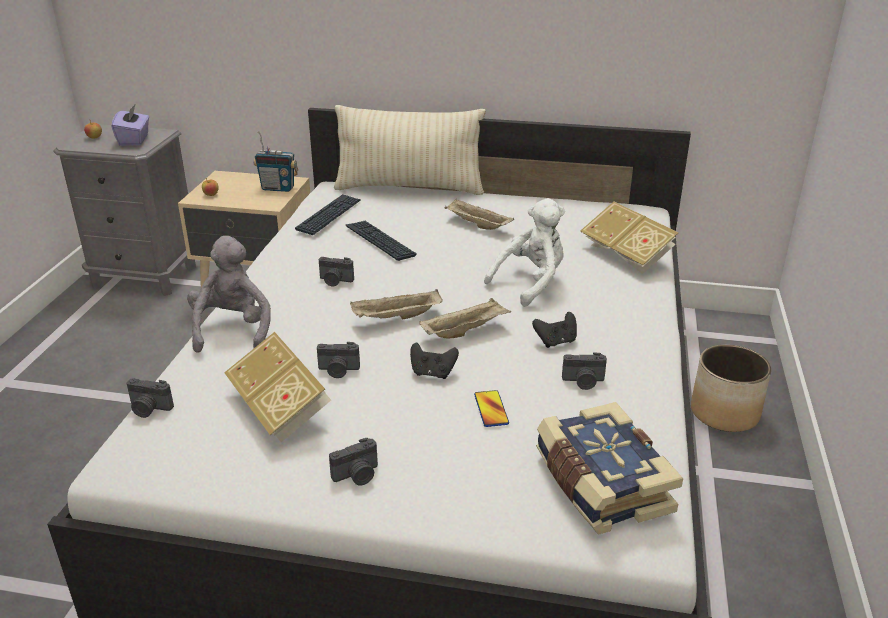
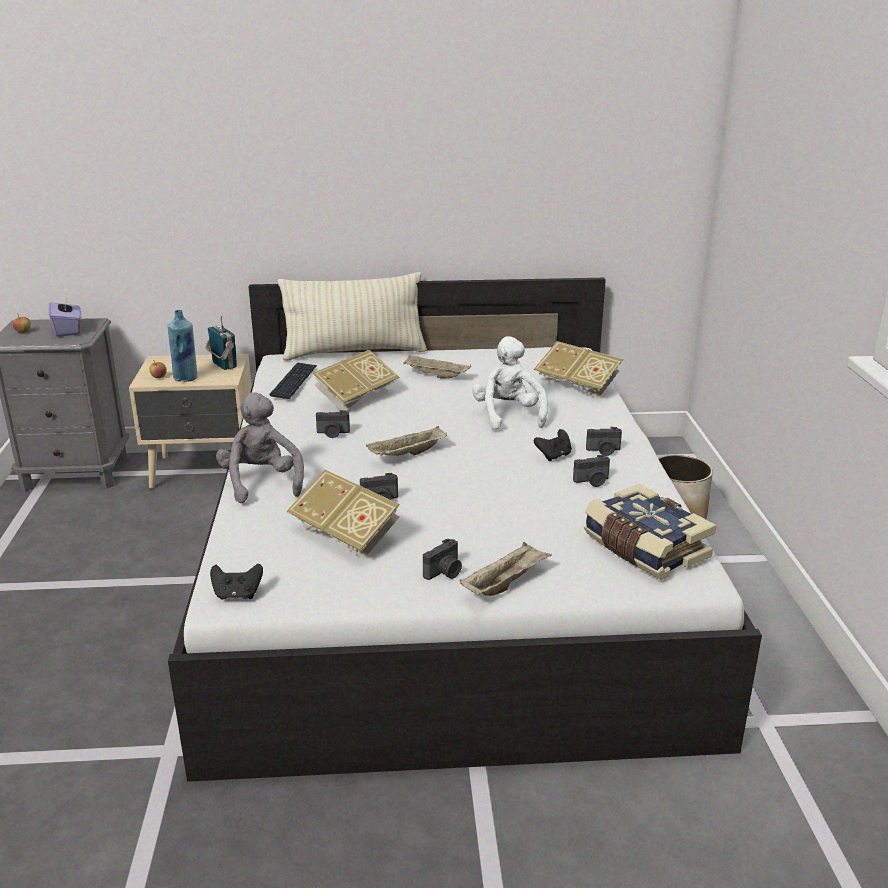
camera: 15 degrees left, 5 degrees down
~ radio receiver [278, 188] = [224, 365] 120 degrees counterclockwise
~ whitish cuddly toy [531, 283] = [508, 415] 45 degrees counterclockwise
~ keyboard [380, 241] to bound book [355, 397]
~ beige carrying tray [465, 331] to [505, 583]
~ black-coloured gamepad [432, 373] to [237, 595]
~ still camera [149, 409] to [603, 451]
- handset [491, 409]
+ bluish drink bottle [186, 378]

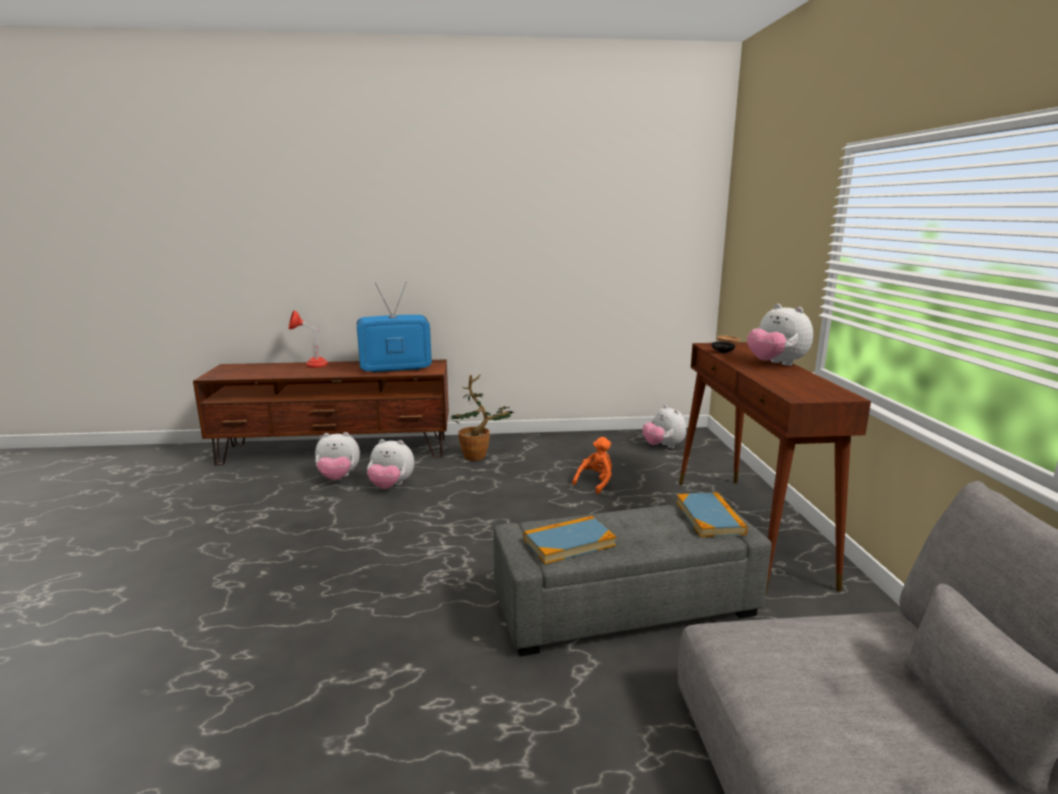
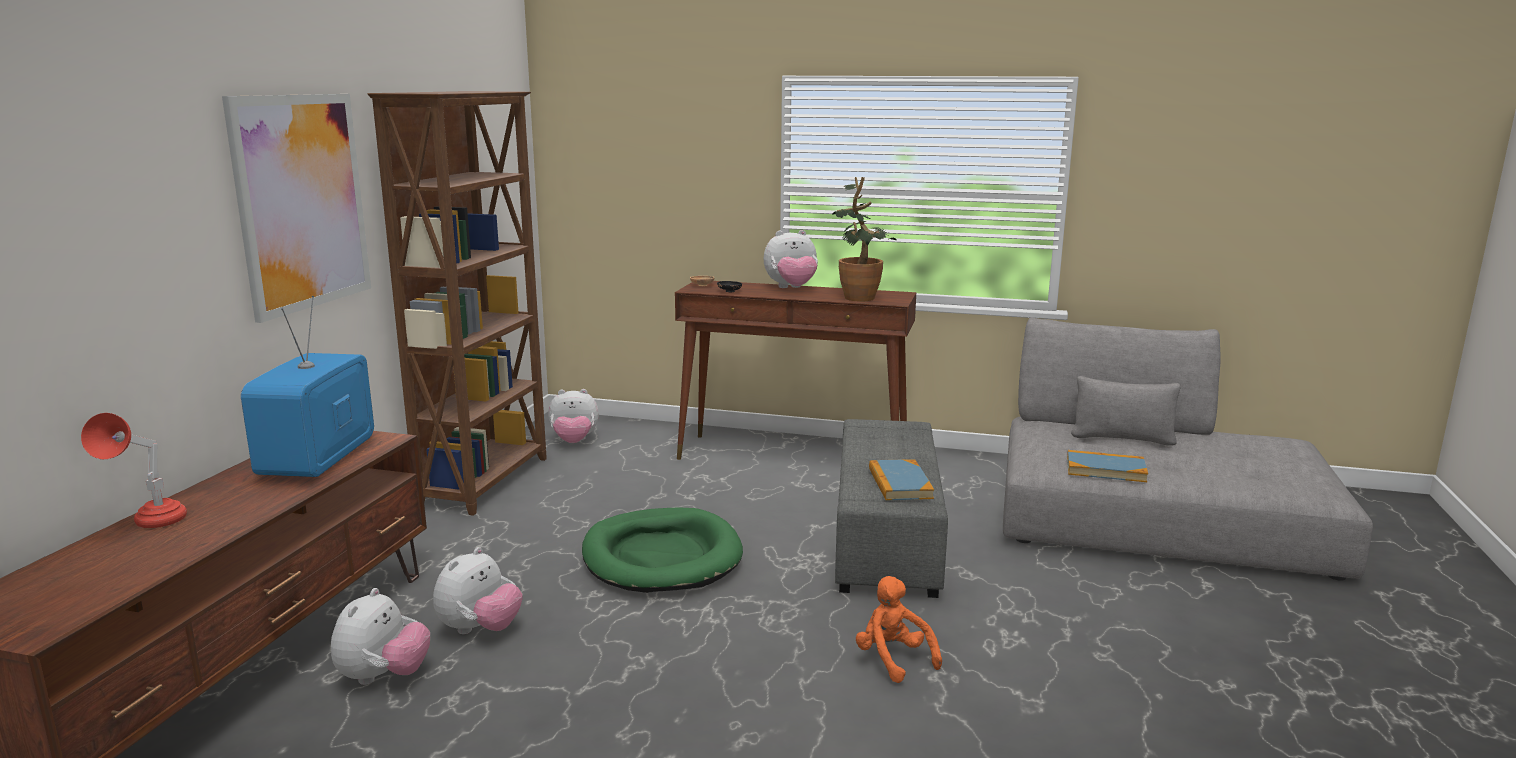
camera: 70 degrees left, 0 degrees up
~ plant in a pot [480, 456] to [860, 296]
~ orange-coloured cuddly toy [596, 483] to [893, 659]
~ bound book [709, 517] to [1105, 469]
+ brown-coloured bookshelf [487, 481]
+ wall art [301, 202]
+ green pet bed [662, 557]

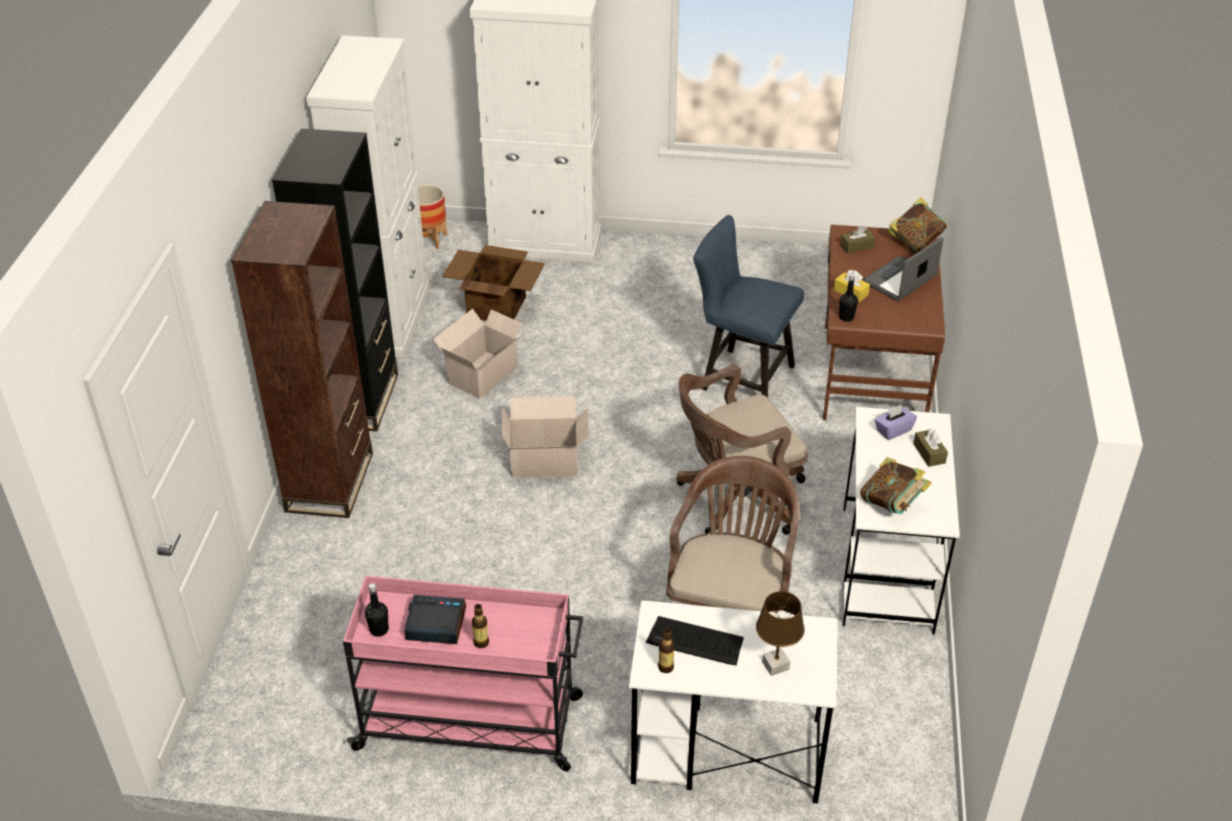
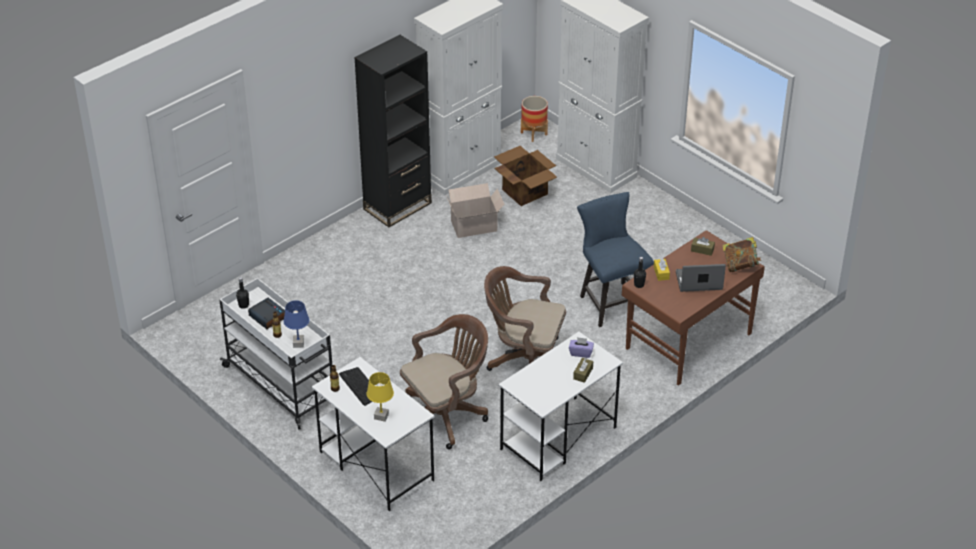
camera: 40 degrees right, 0 degrees up
- brown-coloured bookshelf [330, 482]
- packing box [546, 461]
- bound book [892, 504]
~ pink cart [472, 723] to whitish cart [282, 386]
~ brown-coloured tabletop lamp [775, 666] to yellow-coloured tabletop lamp [381, 416]
+ bluish tabletop lamp [298, 343]

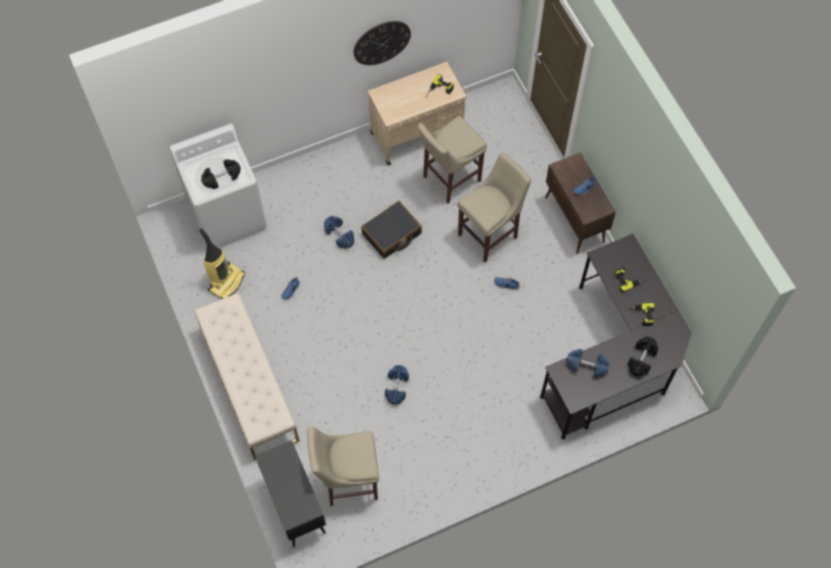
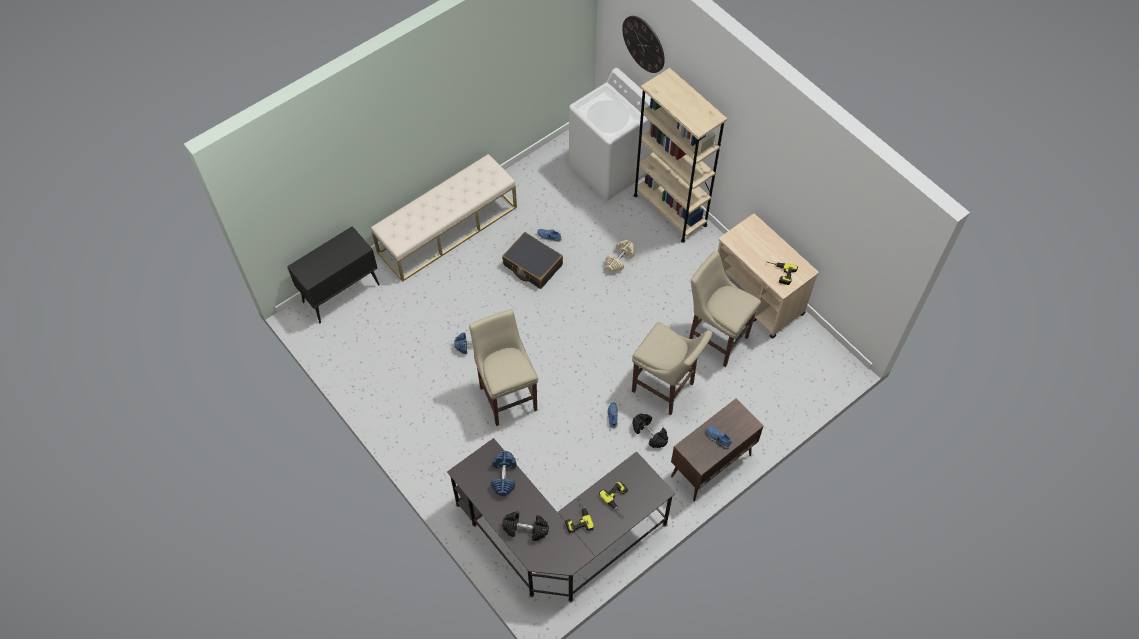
camera: 75 degrees right, 5 degrees down
~ hanging clock [381, 42] to [643, 44]
~ black-coloured hand weight [222, 177] to [650, 434]
~ black-coloured piece of luggage [391, 234] to [532, 265]
~ bluish hand weight [339, 235] to beige hand weight [619, 260]
- hoover [226, 282]
~ beige sitting stool [347, 481] to [507, 396]
+ beige bookshelf [670, 210]

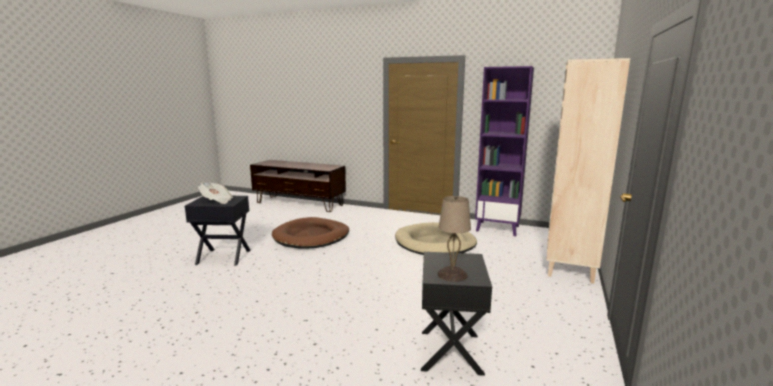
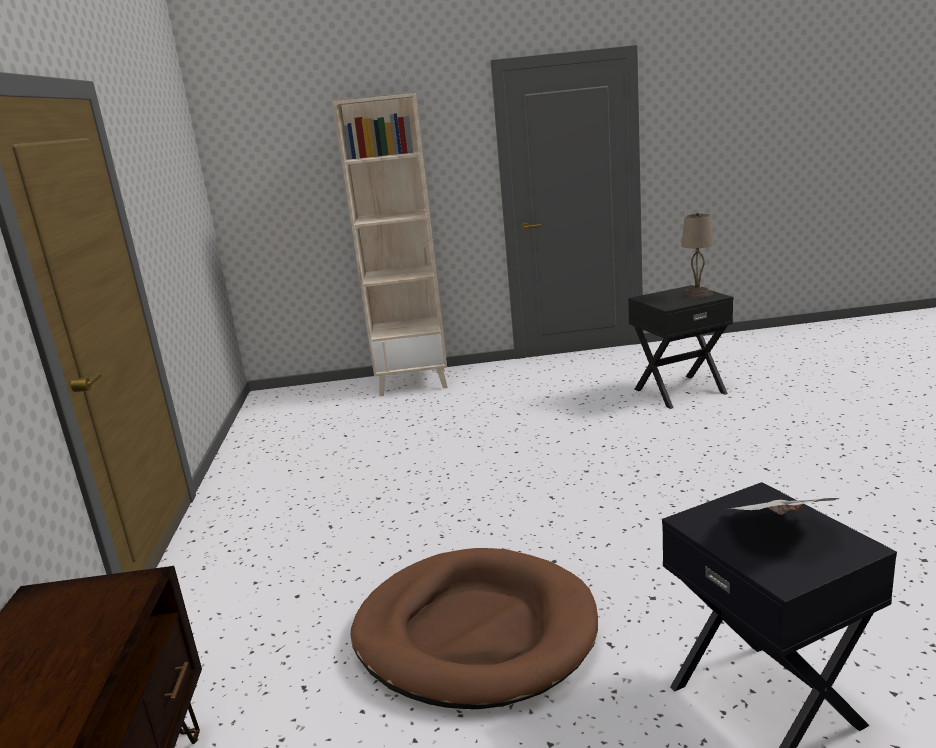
camera: 115 degrees left, 5 degrees up
- purple bookshelf [498, 228]
- beige pet bed [435, 243]

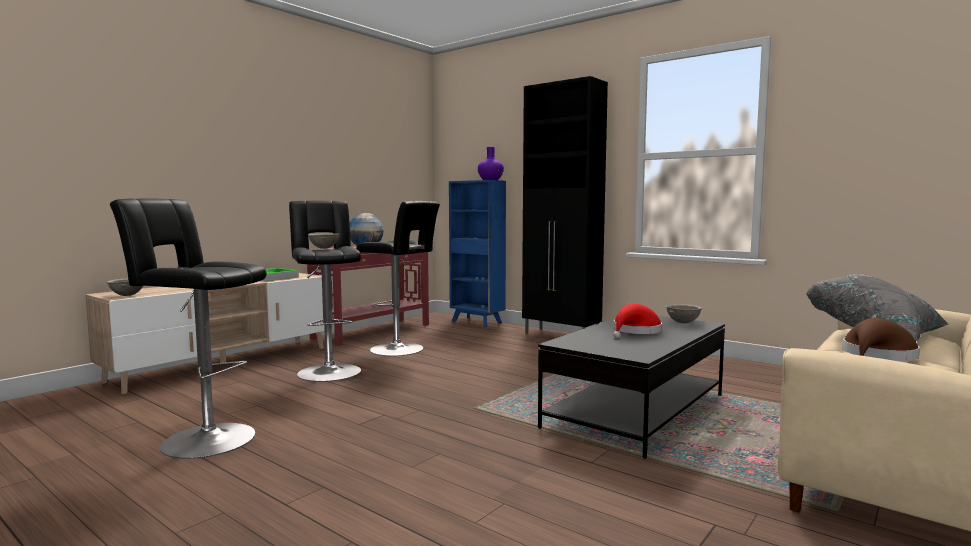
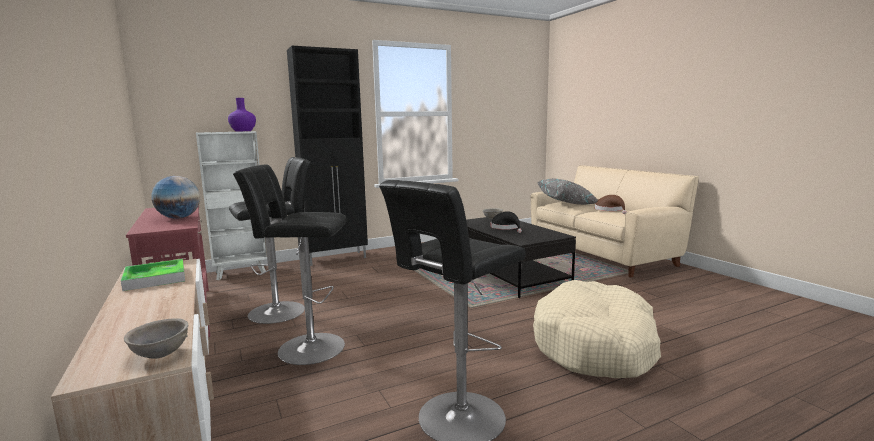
camera: 65 degrees left, 5 degrees up
~ bluish bookshelf [477, 322] to whitish bookshelf [242, 272]
- gray deep dish [324, 248]
~ reddish clothing hat [635, 332] to black-coloured clothing hat [506, 228]
+ beige pet bed [595, 345]

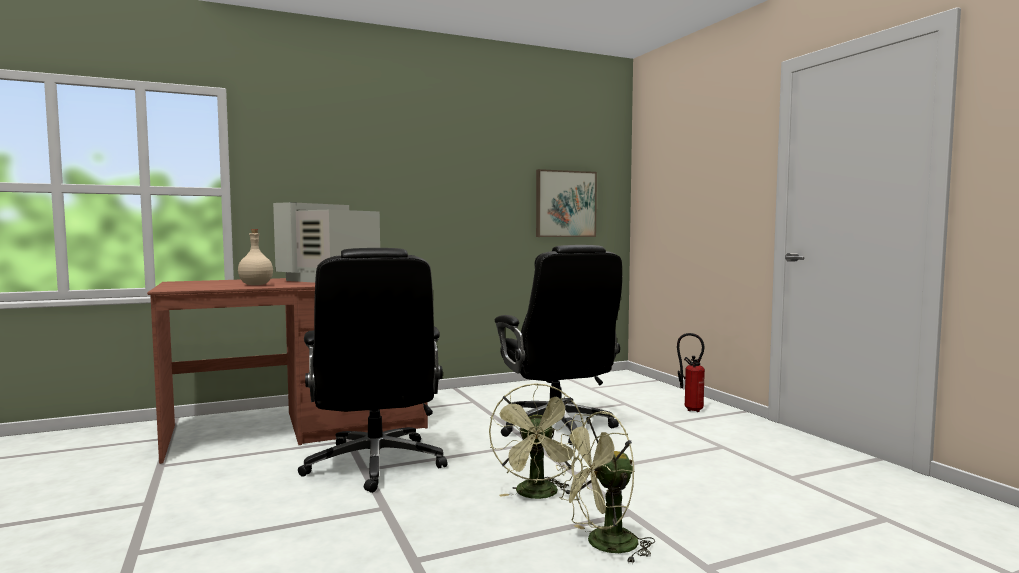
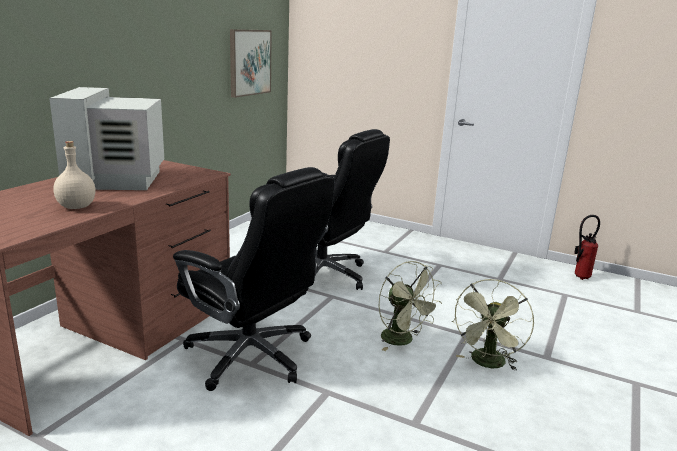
camera: 40 degrees left, 15 degrees up
~ fire extinguisher [690, 409] to [579, 277]

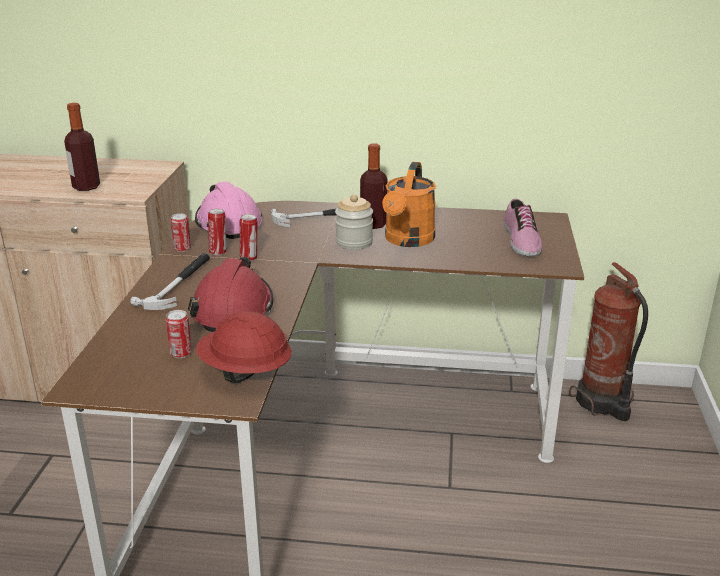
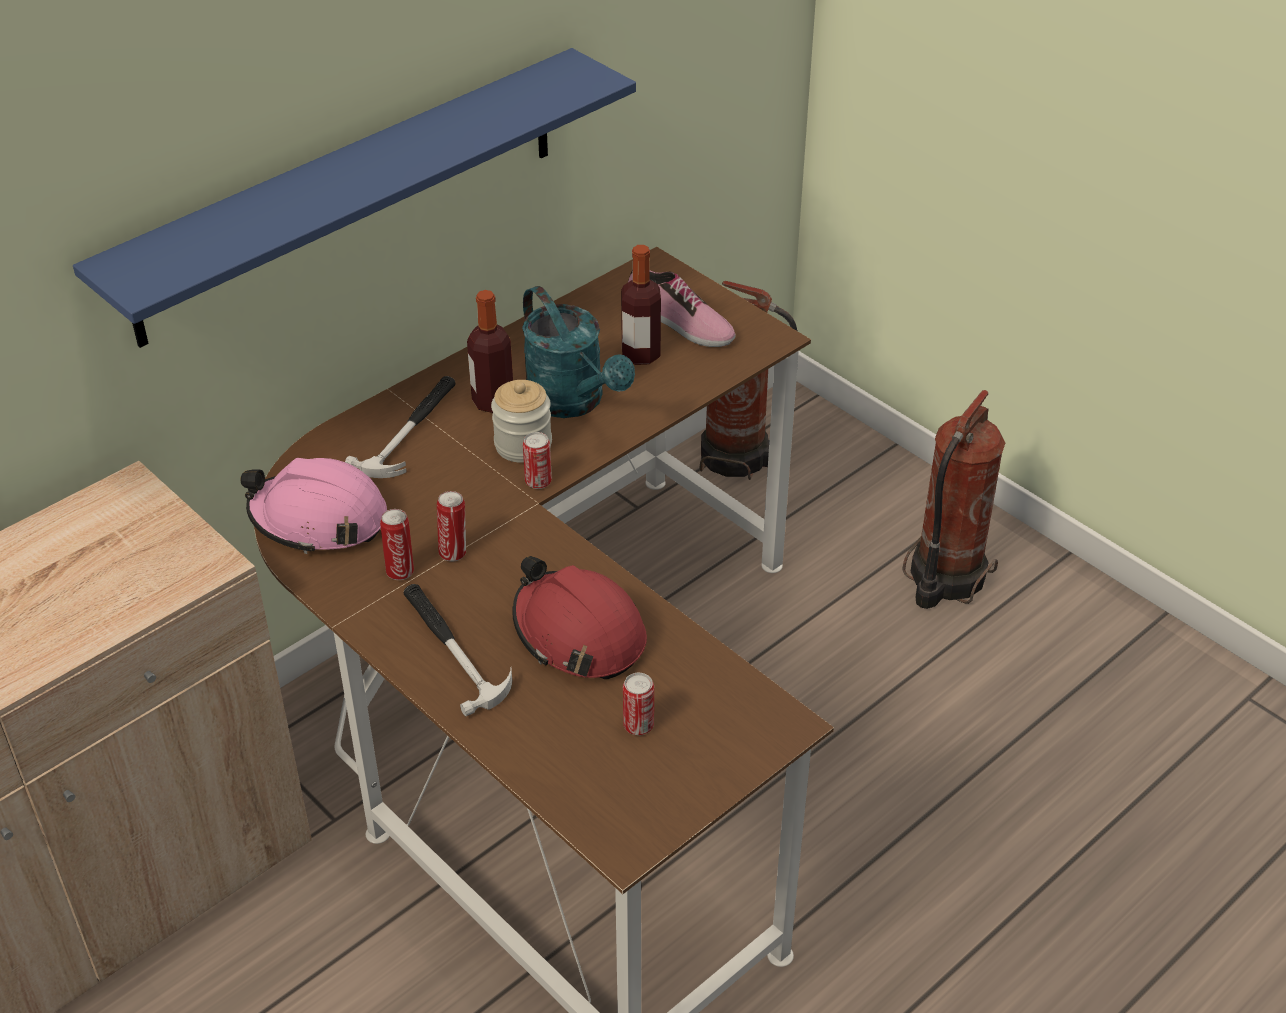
camera: 50 degrees left, 15 degrees up
~ drink bottle [86, 187] to [641, 355]
~ orange-coloured watering can [407, 241] to turquoise watering can [573, 402]
~ can [182, 249] to [538, 481]
- reddish safety helmet [245, 372]
+ bluish bracket shelf [350, 195]
+ fire extinguisher [944, 578]

